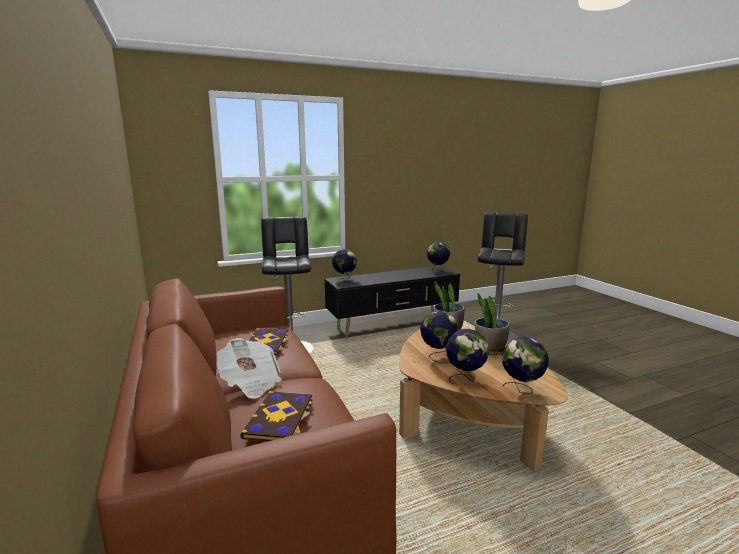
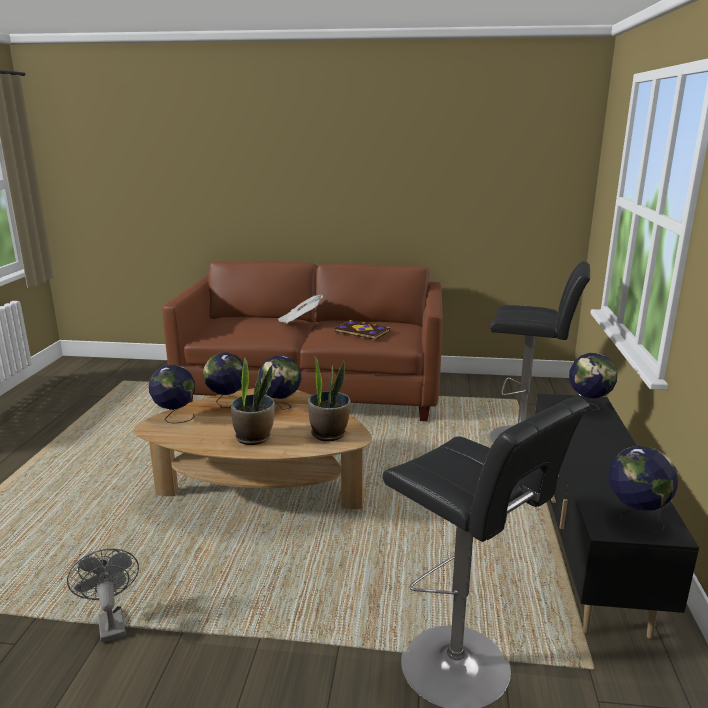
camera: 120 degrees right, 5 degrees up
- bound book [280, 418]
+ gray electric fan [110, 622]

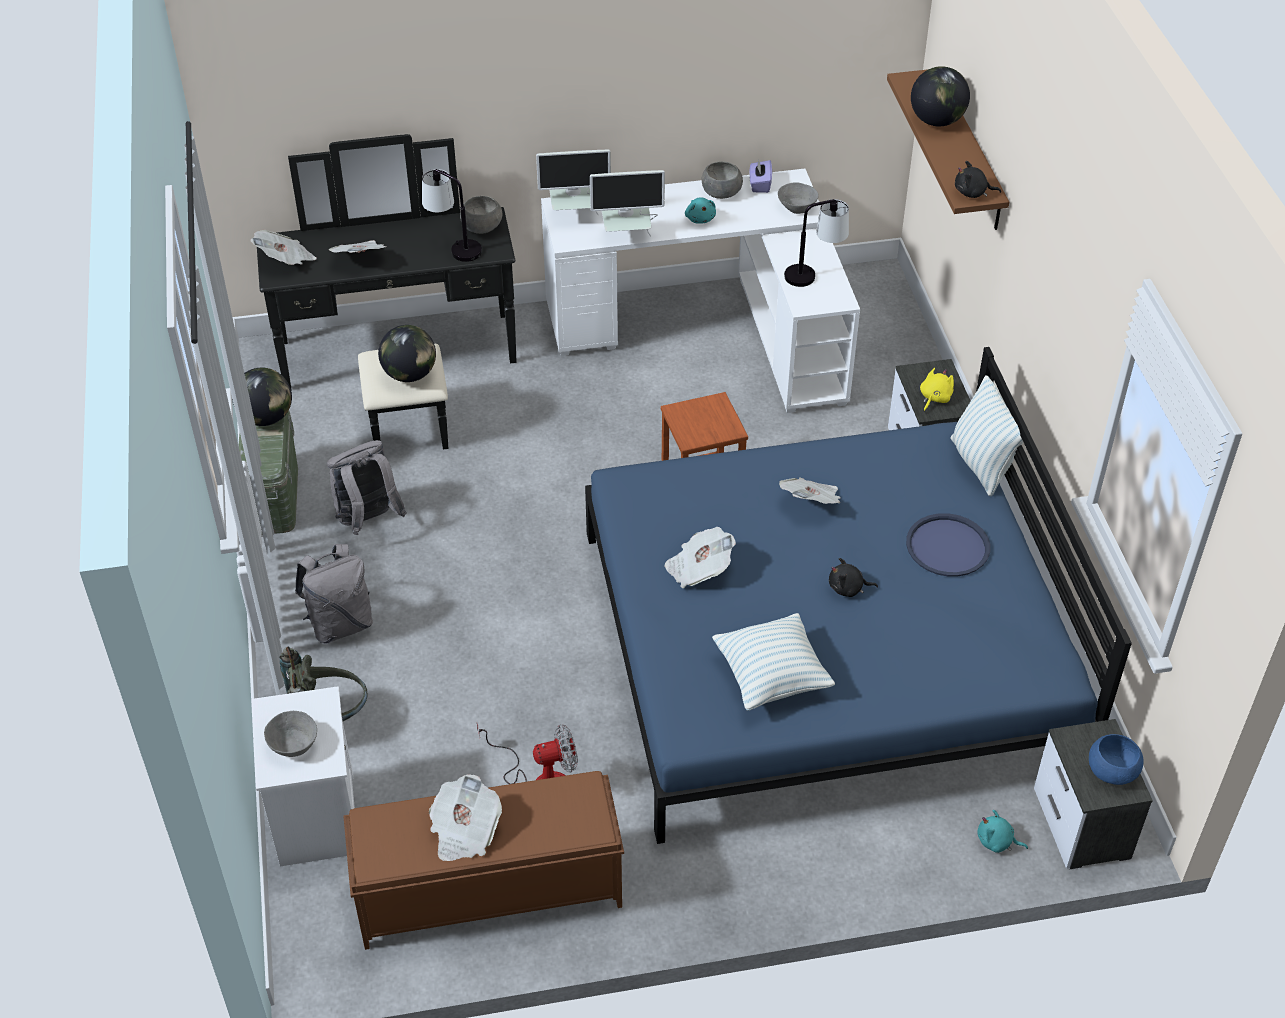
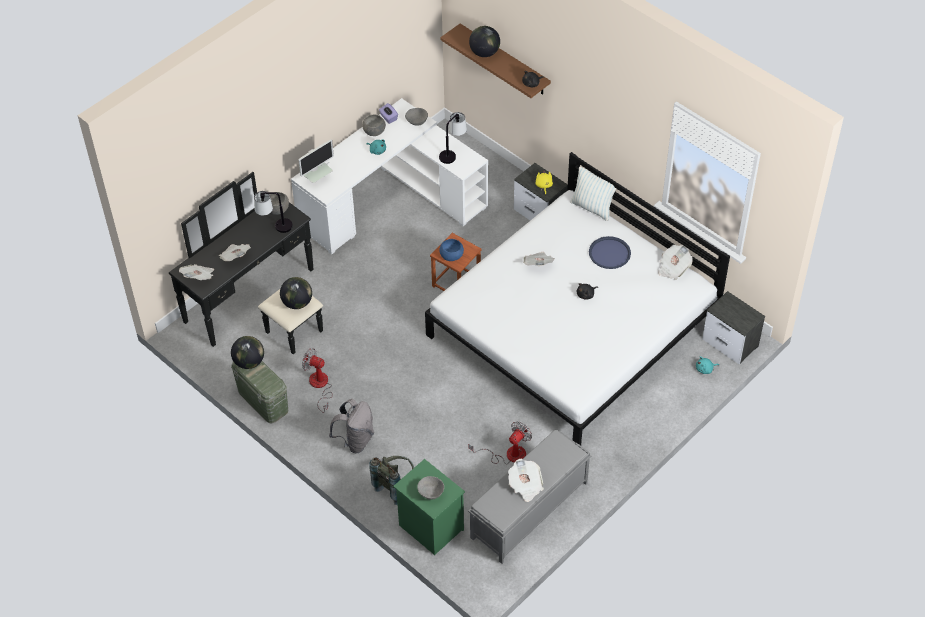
camera: 35 degrees left, 5 degrees up
- monitor [627, 237]
~ bluish sleeping bed [826, 647] to whitish sleeping bed [573, 327]
~ gray backpack [368, 520] to electric fan [320, 386]
~ daily paper [699, 569] to [673, 268]
- pillow [771, 677]
~ whitish bedside table [315, 818] to green bedside table [429, 527]
~ bluish deep dish [1113, 771] to [452, 255]
~ brown-coloured long seat [487, 891] to gray long seat [528, 511]

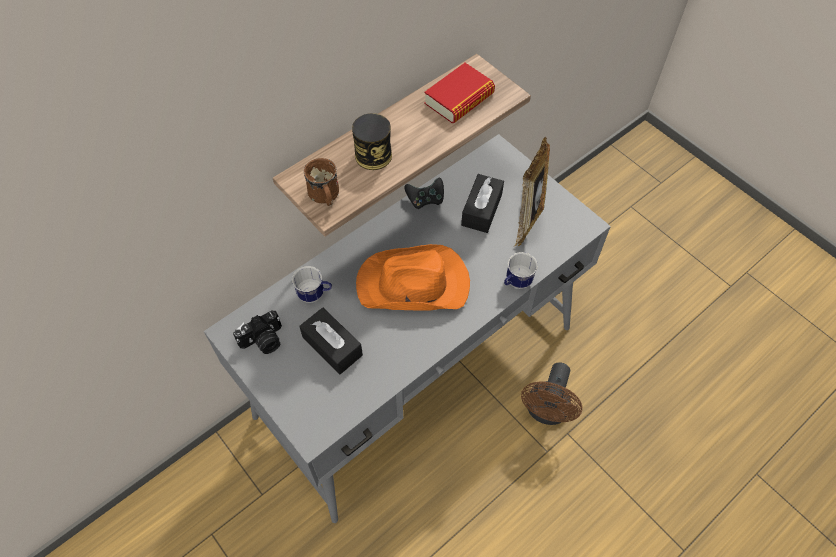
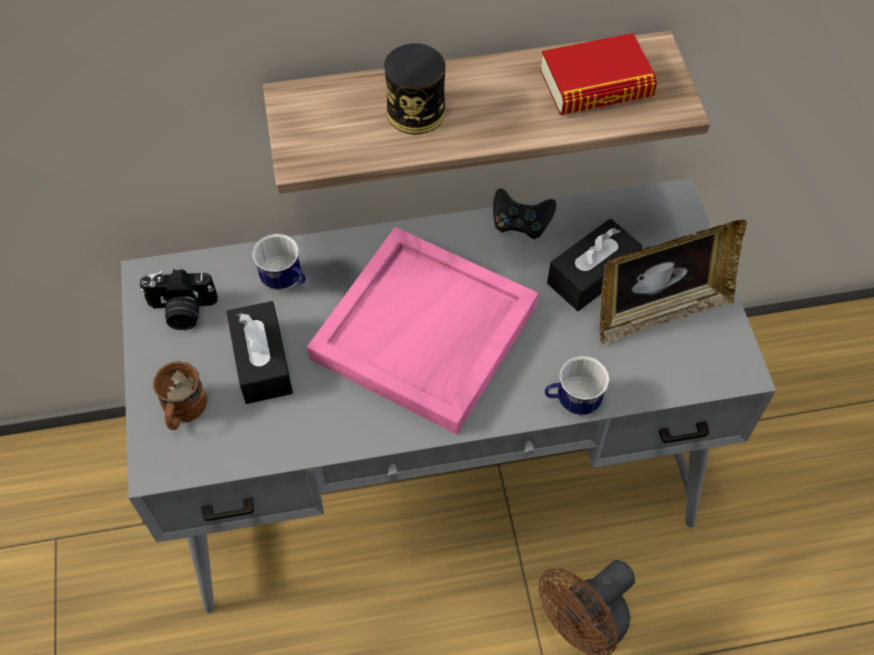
camera: 30 degrees right, 0 degrees up
~ standing frame [528, 213] = [659, 311] 150 degrees counterclockwise
~ brown-coloured tea mug [325, 197] to [182, 411]
~ orange-coloured clothing hat [414, 285] to pink carrying tray [425, 334]

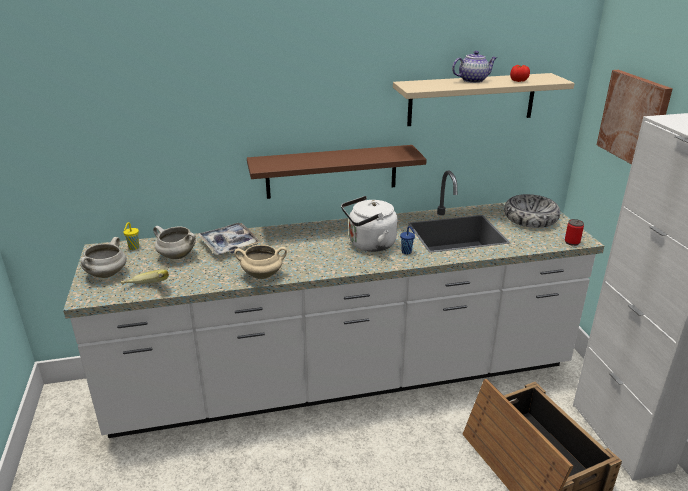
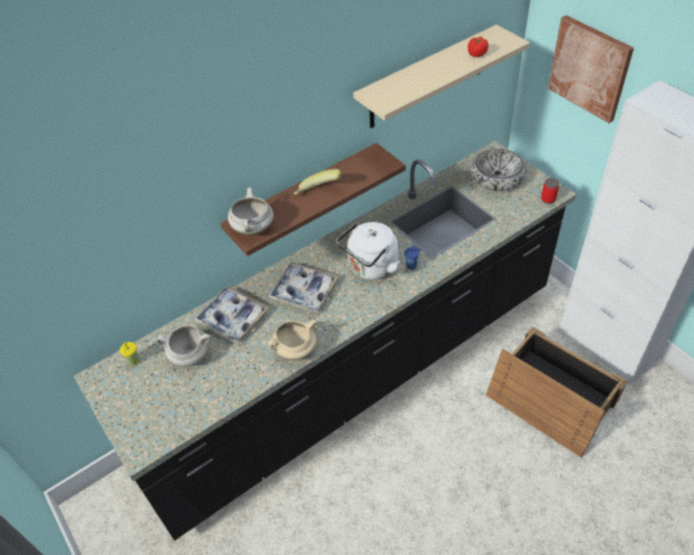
camera: 20 degrees left, 20 degrees up
- pot for tea [473, 80]
~ whitish counter [344, 378] to black-coloured counter [355, 377]
~ whitish stockpot [106, 275] to [253, 229]
~ banana fruit [146, 289] to [318, 192]
+ carrying tray [304, 291]

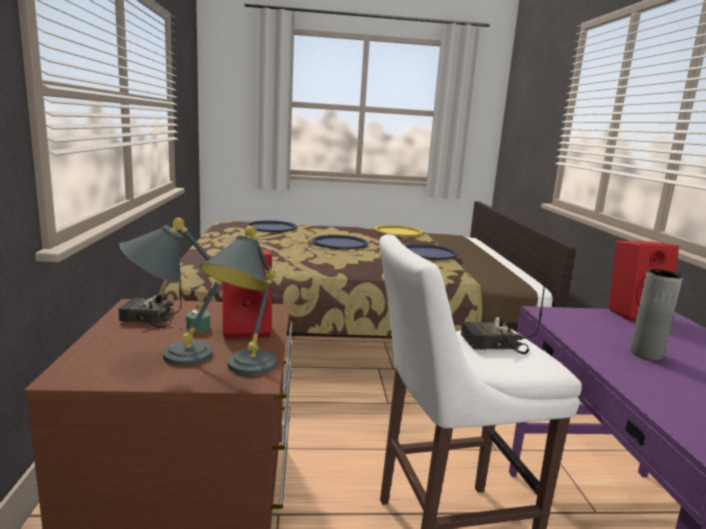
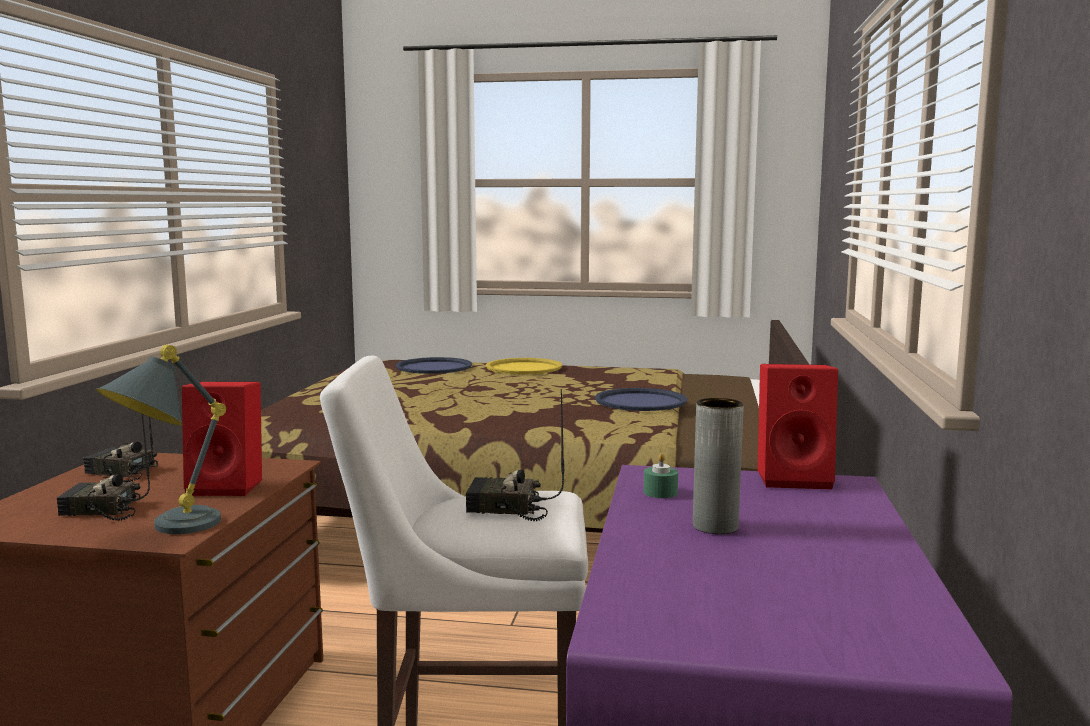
camera: 15 degrees right, 5 degrees down
~ gray tabletop lamp [168, 356] to radio receiver [101, 511]
~ yellow-coloured carrying tray [398, 232] to [523, 368]
- bluish carrying tray [340, 243]
~ green wax light [198, 328] to [660, 492]

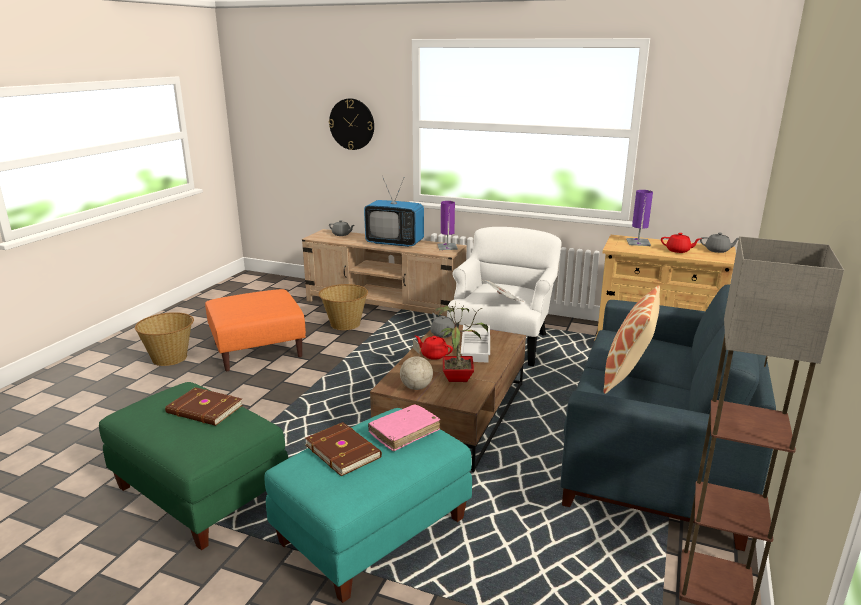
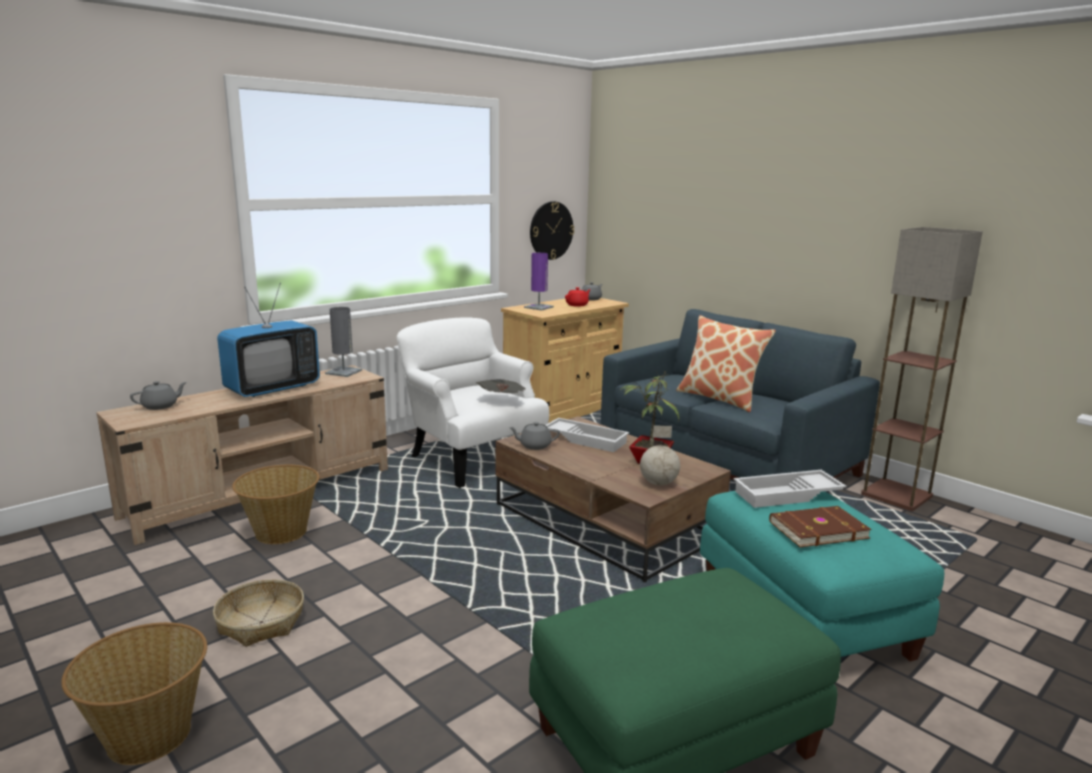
camera: 65 degrees left, 5 degrees down
~ hanging clock [352, 124] to [551, 230]
~ purple tabletop lamp [447, 247] to gray tabletop lamp [343, 372]
~ orange-coloured footrest [258, 349] to household basket [261, 622]
- reddish pot for tea [433, 355]
- brown-coloured bound book [204, 410]
~ pink bound book [404, 432] to whitish carrying tray [787, 495]

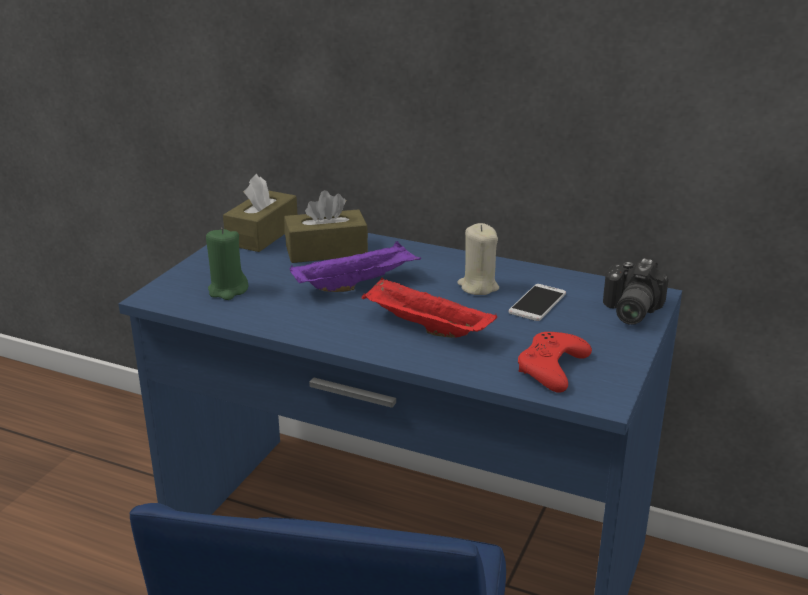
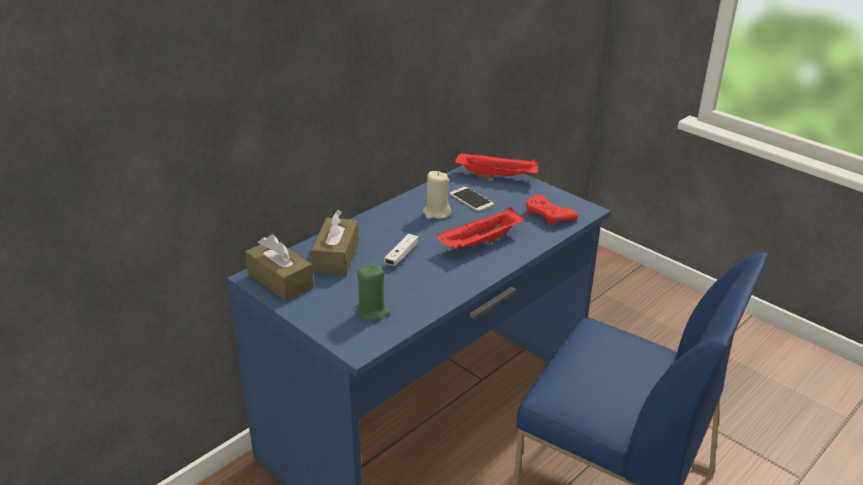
camera: 70 degrees left, 5 degrees up
~ purple carrying tray [356, 284] to whitish gamepad [401, 255]
~ still camera [628, 311] to reddish carrying tray [497, 176]

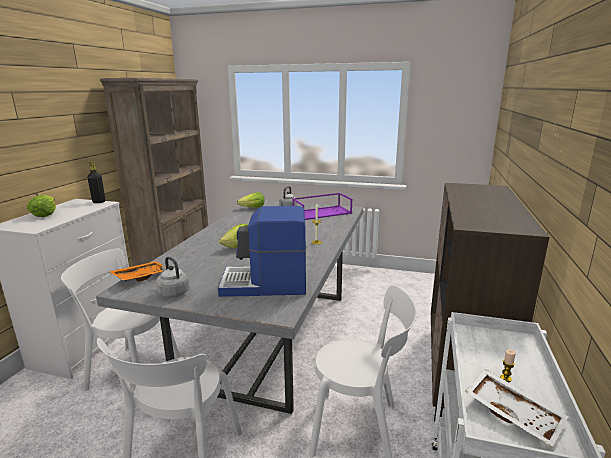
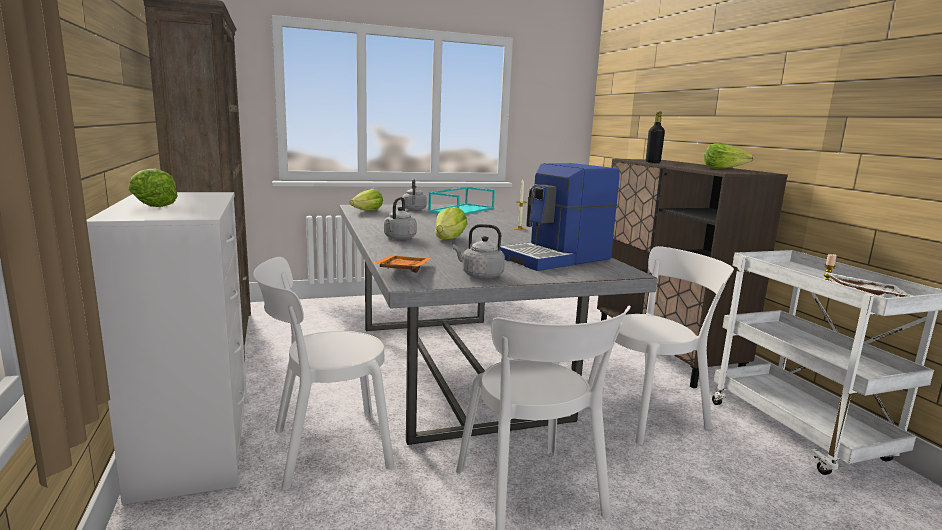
camera: 35 degrees left, 5 degrees down
~ black-coloured drink bottle [99, 202] to [652, 162]
~ purple carrying tray [322, 212] to turquoise carrying tray [461, 209]
+ lettuce head [723, 169]
+ gray tea kettle [399, 238]

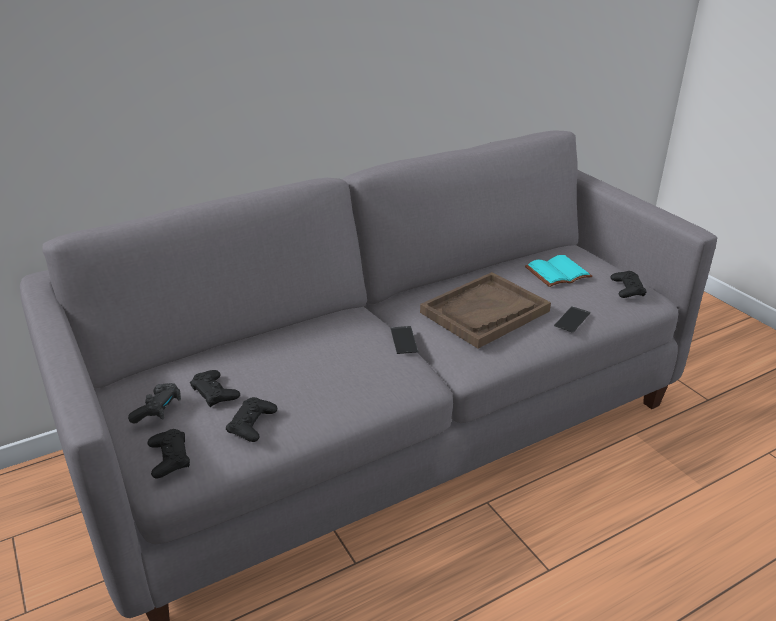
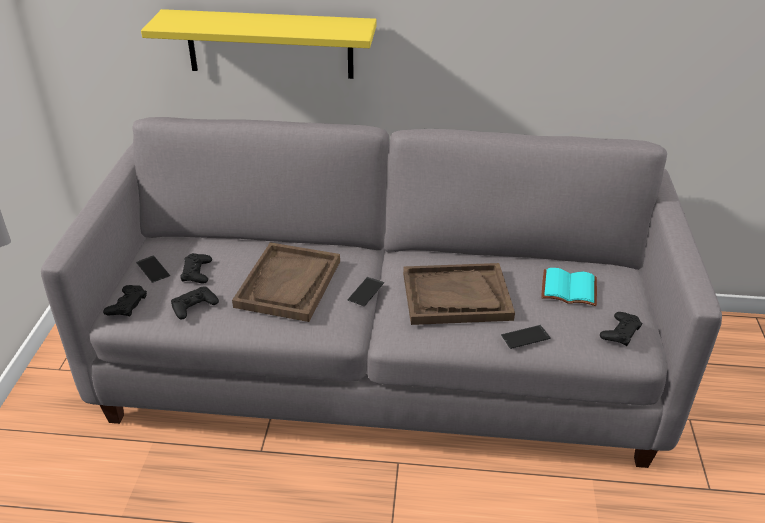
camera: 35 degrees right, 5 degrees up
~ black-coloured gamepad [158, 410] to handset [153, 269]
+ yellow-coloured bracket shelf [270, 44]
+ brown-coloured carrying tray [288, 284]

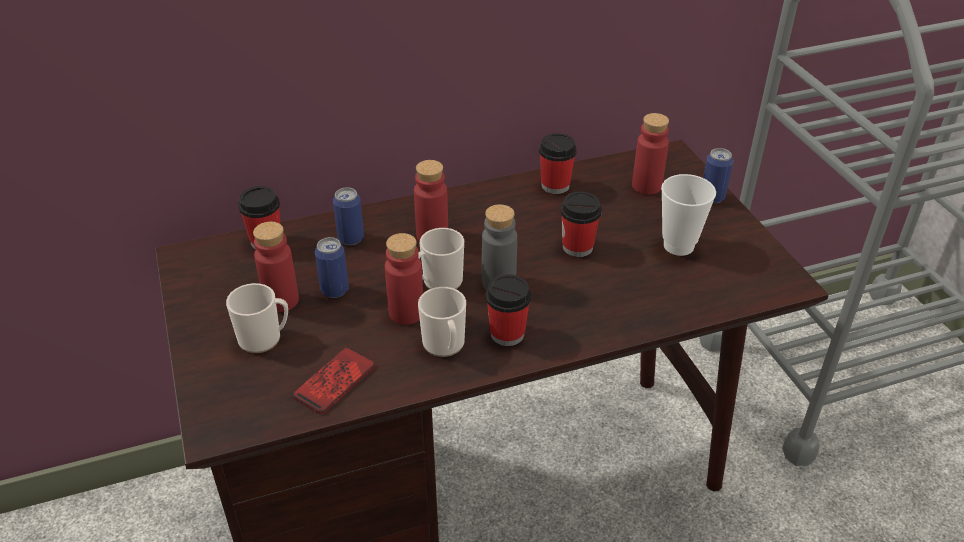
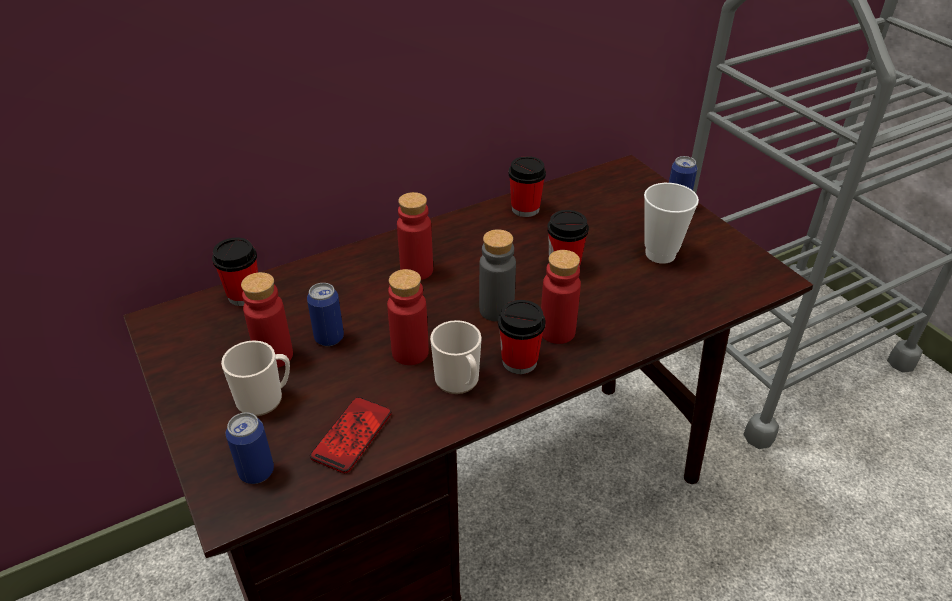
camera: 10 degrees left, 0 degrees up
~ reddish drink bottle [646, 186] to [557, 331]
~ can [351, 238] to [256, 472]
- tea mug [439, 282]

